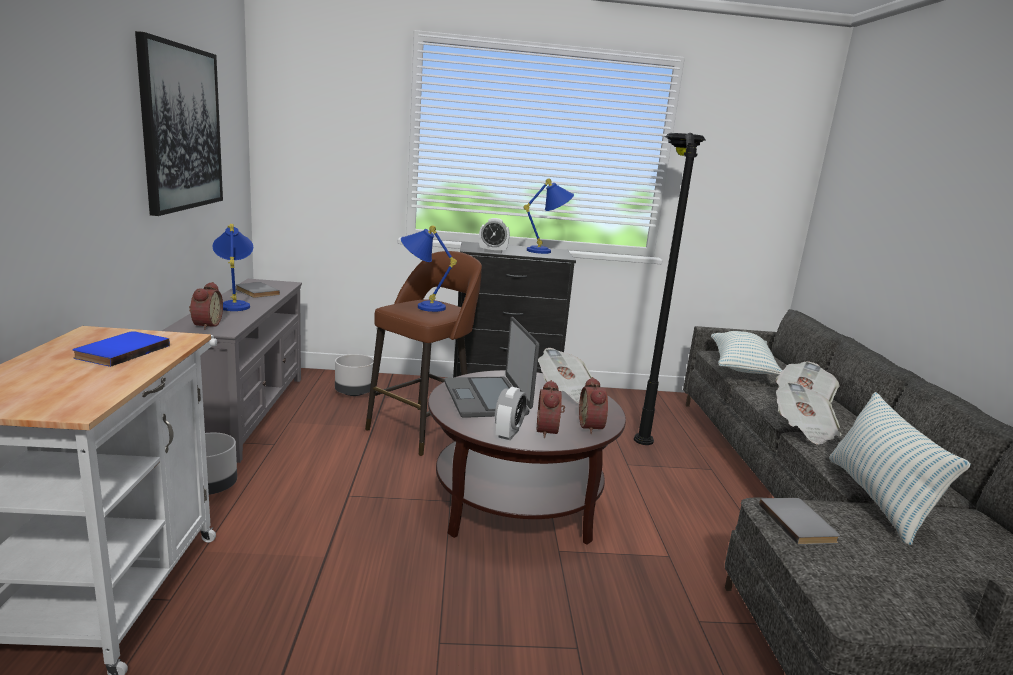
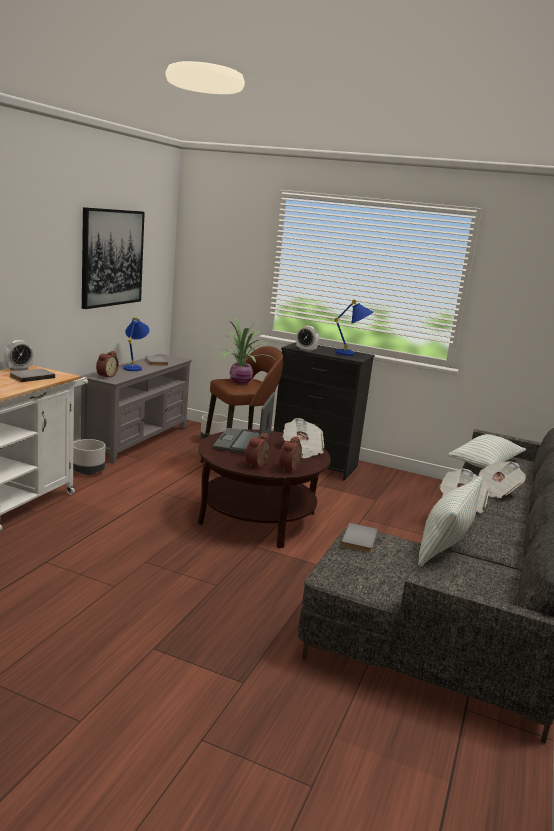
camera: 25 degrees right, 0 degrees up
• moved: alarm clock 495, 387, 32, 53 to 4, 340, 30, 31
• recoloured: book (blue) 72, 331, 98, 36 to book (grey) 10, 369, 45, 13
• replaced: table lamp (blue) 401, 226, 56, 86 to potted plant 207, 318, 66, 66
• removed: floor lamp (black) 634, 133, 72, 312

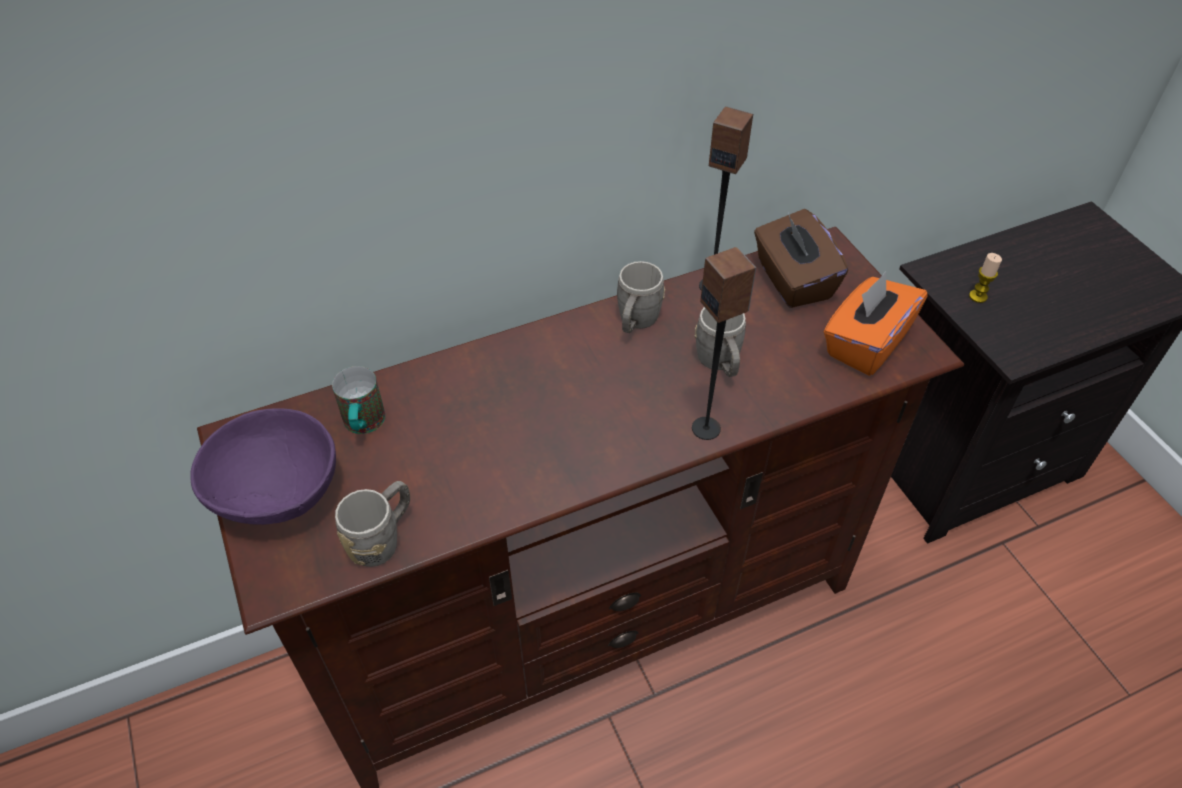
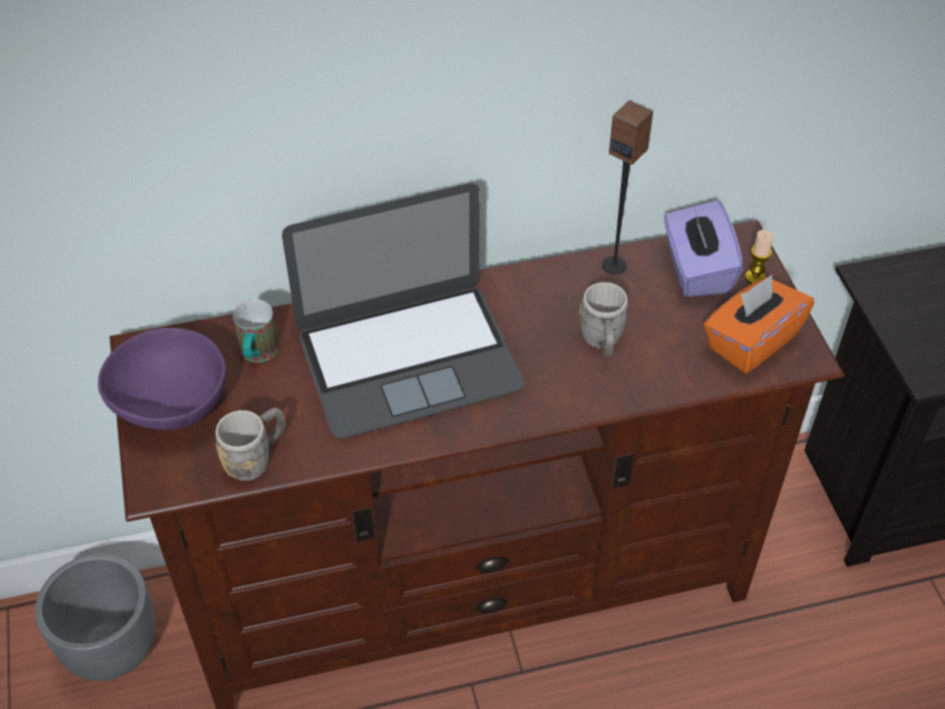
camera: 10 degrees right, 0 degrees up
• added: planter (grey) 35, 554, 121, 127
• added: laptop 282, 183, 243, 256
• recoloured: tissue box (brown) 754, 209, 94, 99 to tissue box (purple) 664, 200, 79, 97
• moved: candle 969, 253, 33, 50 to 745, 230, 29, 54
• removed: mug (grey) 617, 261, 48, 72
• removed: speaker 692, 247, 64, 193

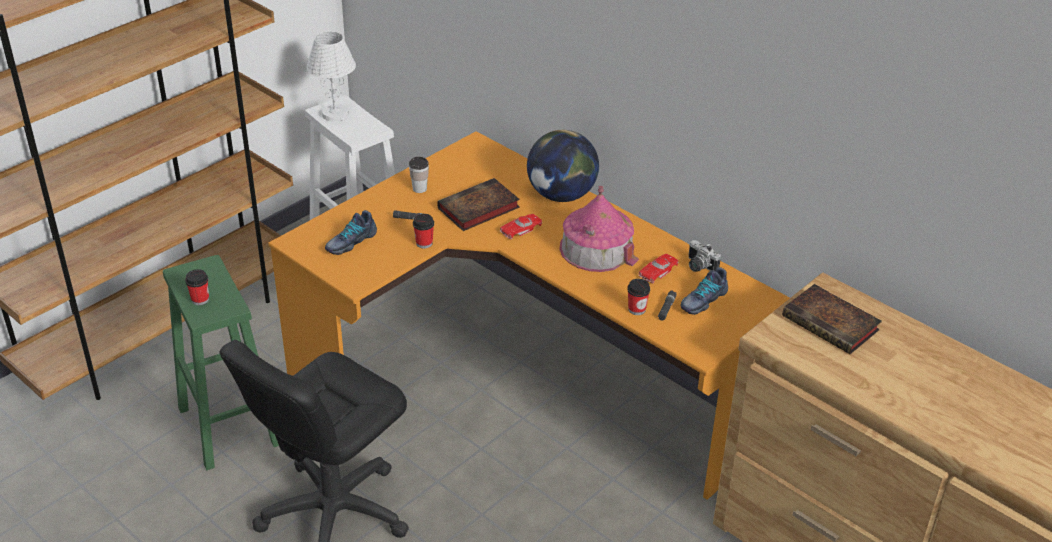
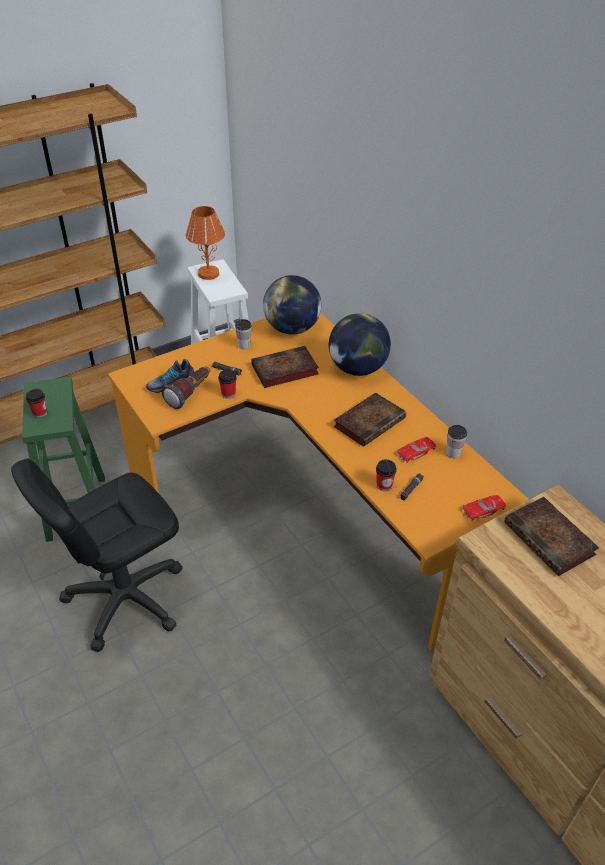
camera: 15 degrees right, 5 degrees up
• added: flashlight 162, 366, 48, 43
• recoloured: table lamp (white) 307, 31, 49, 91 to table lamp (orange) 186, 206, 39, 74
• added: globe 263, 275, 58, 59
• replaced: toy house 559, 186, 80, 86 to book 333, 393, 73, 54
• replaced: photo camera 689, 240, 32, 32 to cup 447, 425, 20, 34
• moved: toy car (red) 500, 214, 42, 25 to 462, 495, 44, 26
• removed: shoe 681, 267, 47, 48

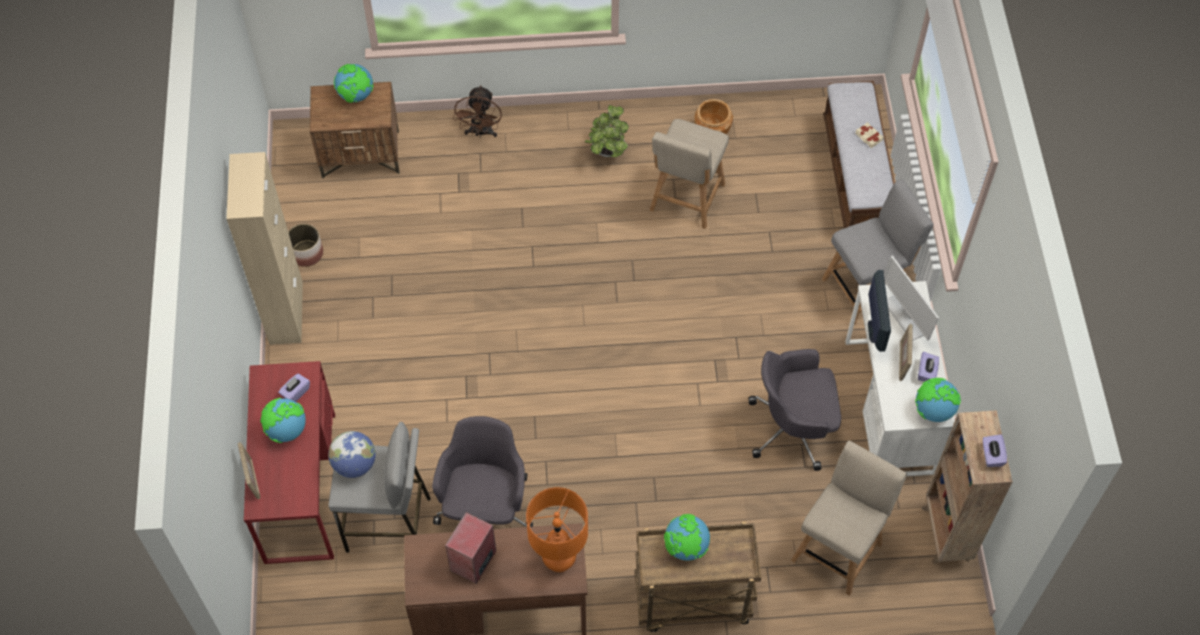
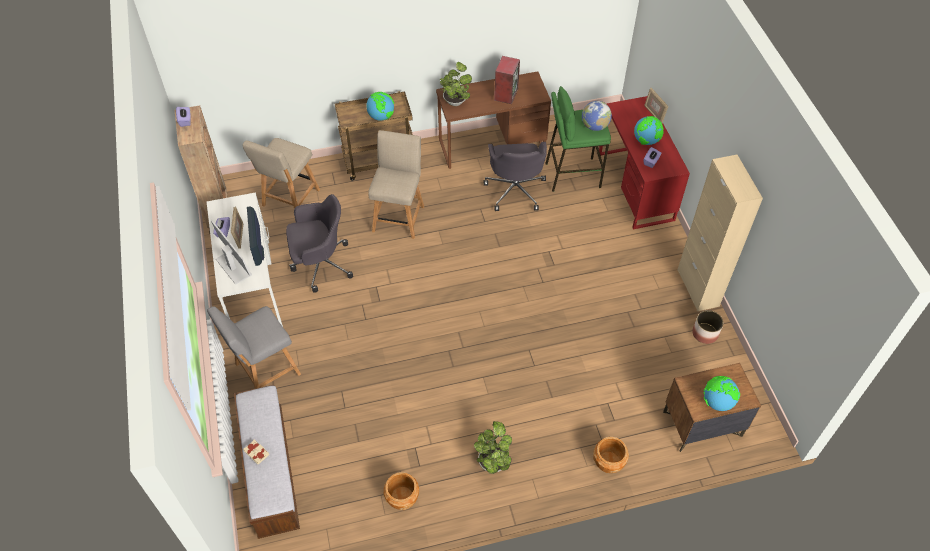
camera: 170 degrees right, 5 degrees down
• moved: chair (beige) 650, 119, 79, 110 to 368, 130, 56, 109
• replaced: table lamp (orange) 526, 487, 62, 85 to potted plant 440, 62, 32, 44
• recoloured: stool (grey) 328, 422, 103, 131 to stool (green) 545, 86, 66, 106
• replaced: fan (brown) 453, 85, 49, 53 to planter (brown) 593, 437, 36, 36
• removed: globe 915, 378, 46, 44

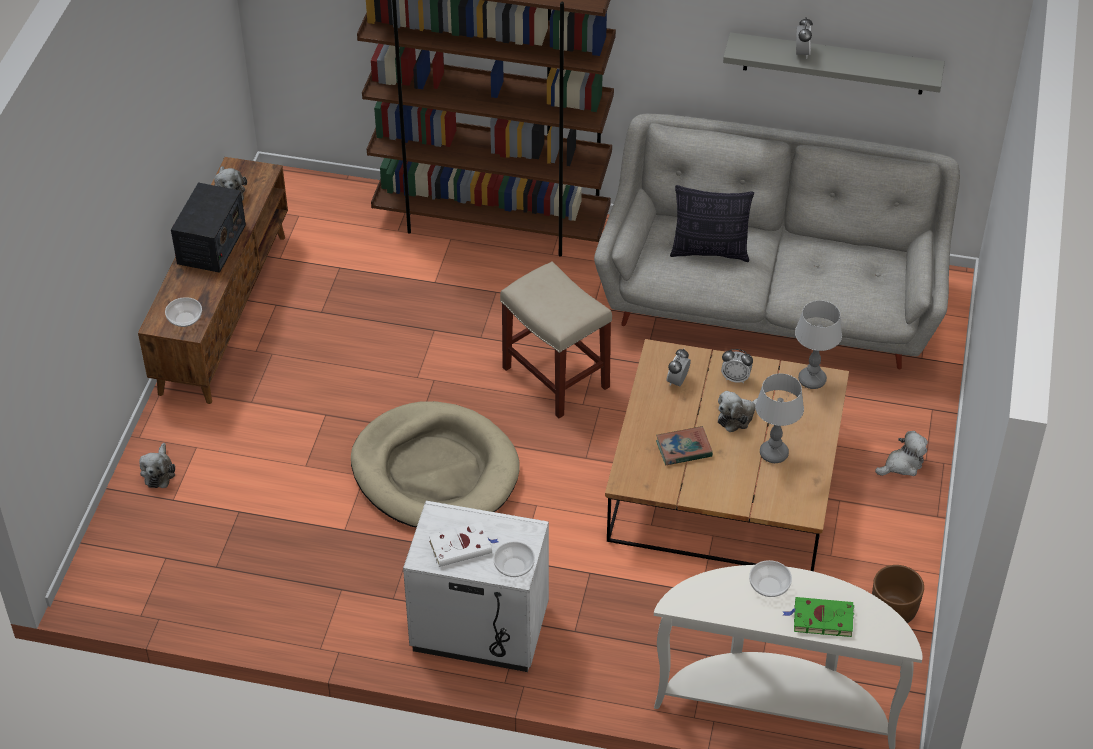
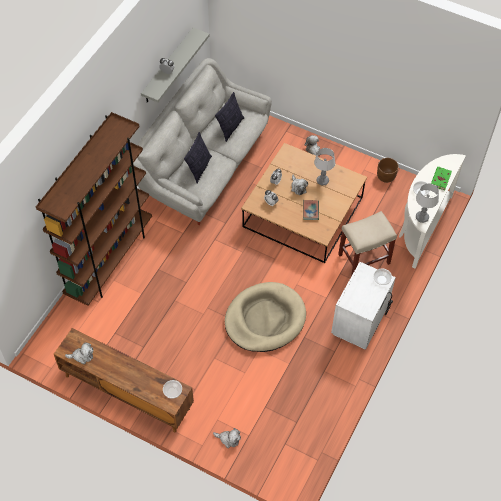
camera: 75 degrees left, 10 degrees up
• added: pillow 215, 92, 29, 50
• moved: stool (beige) 500, 261, 112, 157 to 338, 211, 59, 65
• moved: table lamp 795, 300, 47, 89 to 416, 183, 23, 40
• removed: radio 171, 183, 75, 90
• removed: book (white) 429, 522, 69, 45

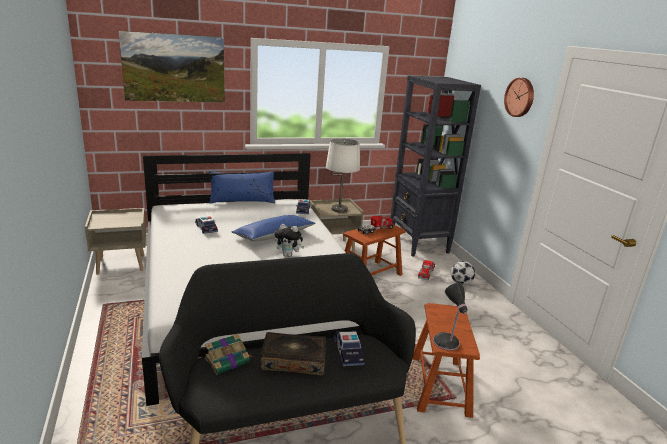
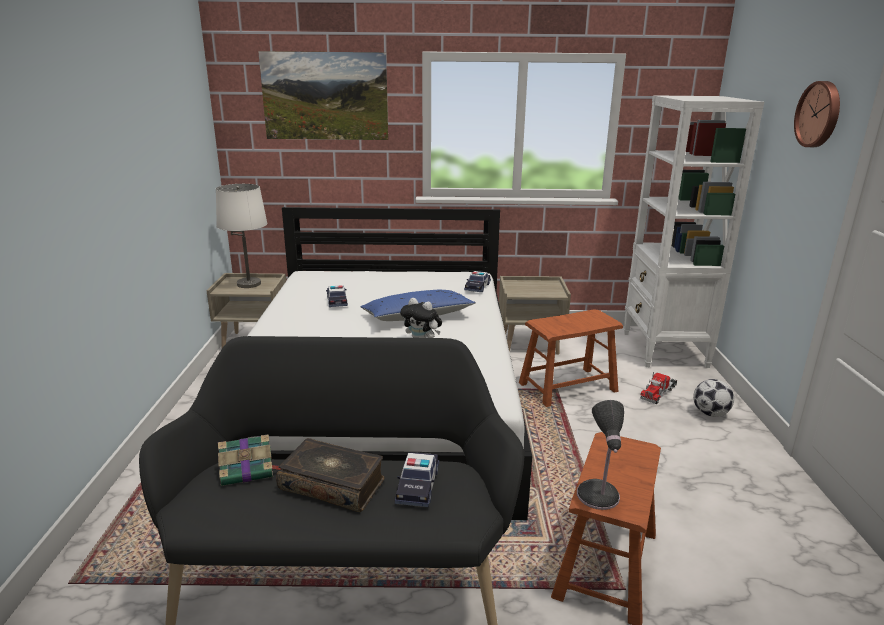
camera: 20 degrees right, 0 degrees up
• moved: table lamp (white) 326, 138, 34, 75 to 216, 184, 52, 104
• recoloured: bookcase (black) 390, 76, 91, 181 to bookcase (white) 623, 95, 141, 273
• removed: pillow (blue) 209, 171, 66, 32
• removed: toy truck 358, 212, 36, 23

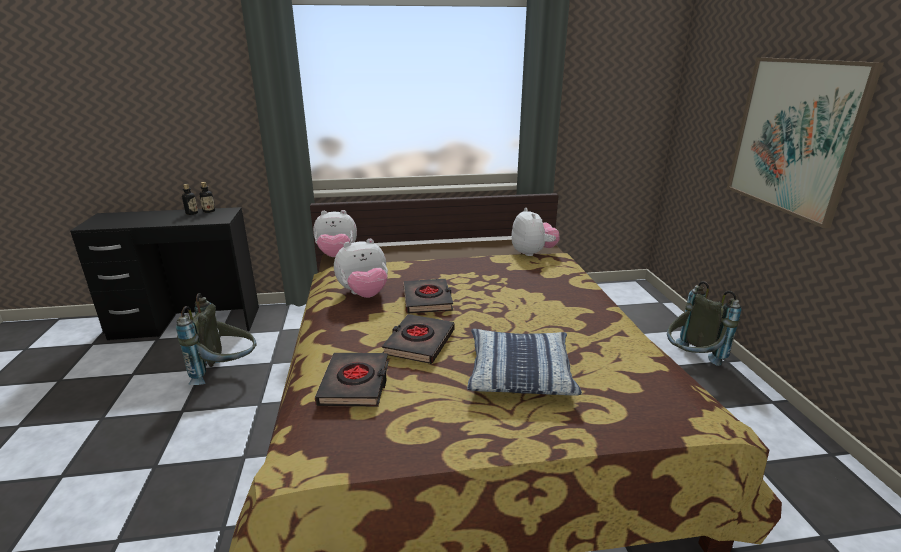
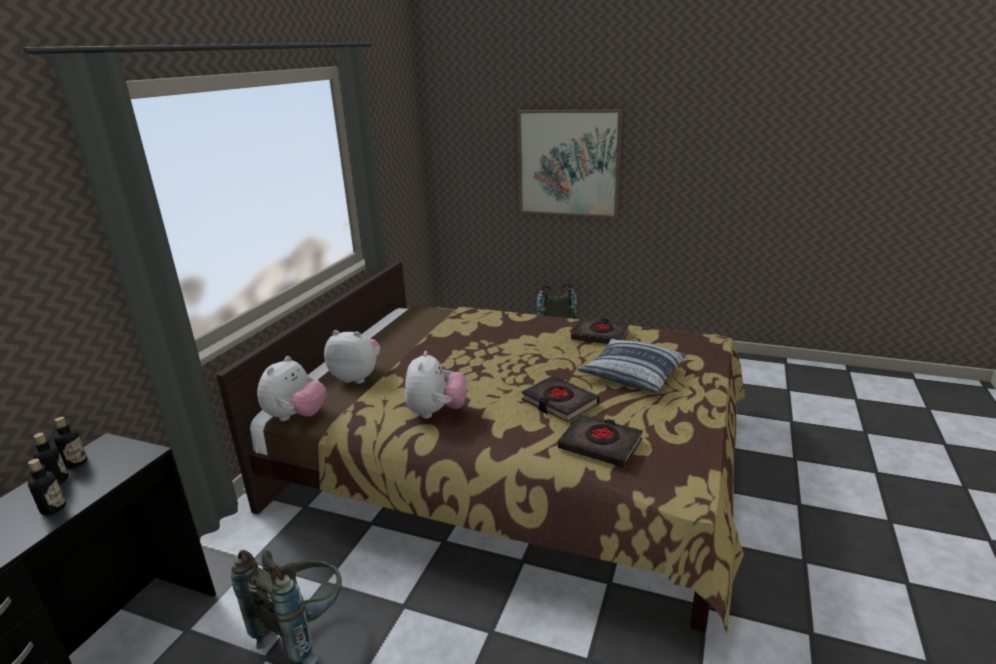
camera: 60 degrees left, 0 degrees up
• added: bottle 28, 459, 38, 56
• moved: plush toy 512, 208, 47, 48 to 324, 330, 56, 54
• moved: book (black) 403, 279, 50, 35 to 571, 318, 58, 26

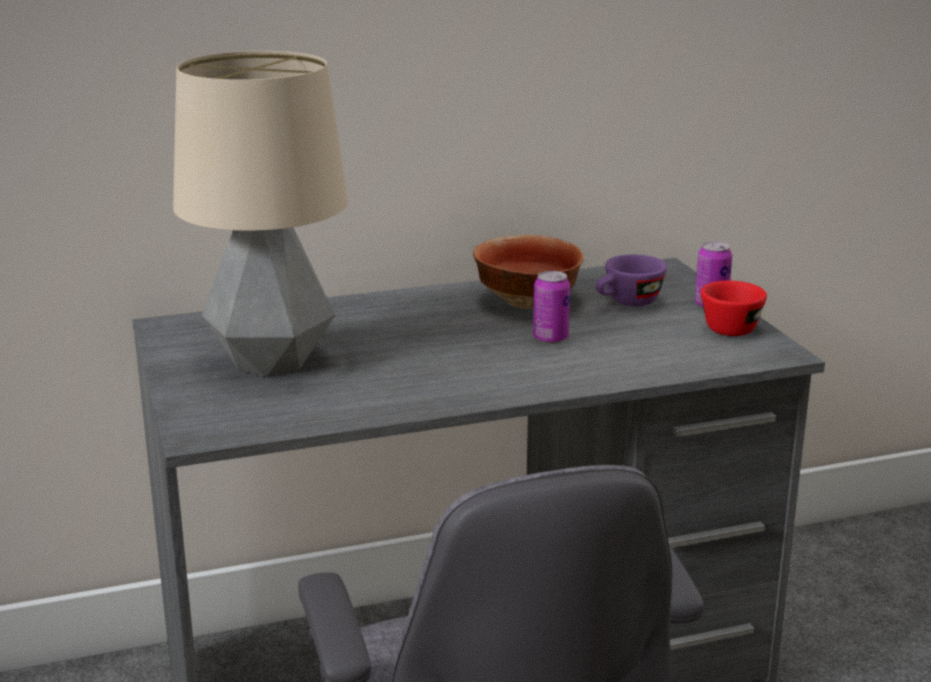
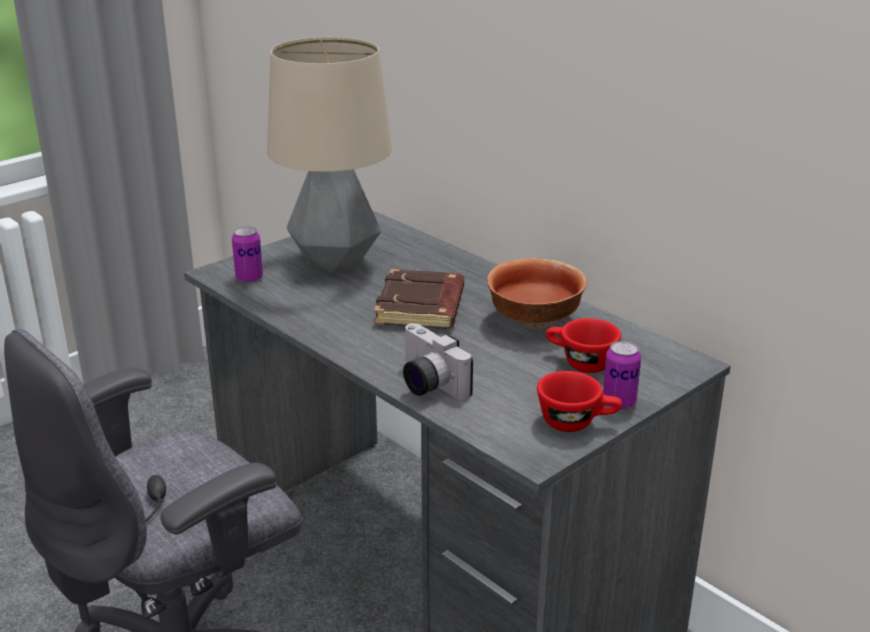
camera: 65 degrees right, 5 degrees up
• moved: can 533, 271, 37, 73 to 232, 226, 31, 57
• added: book (brown) 374, 269, 90, 60
• added: photo camera 403, 323, 70, 77
• recoloured: cup (purple) 596, 254, 71, 52 to cup (red) 545, 318, 76, 55

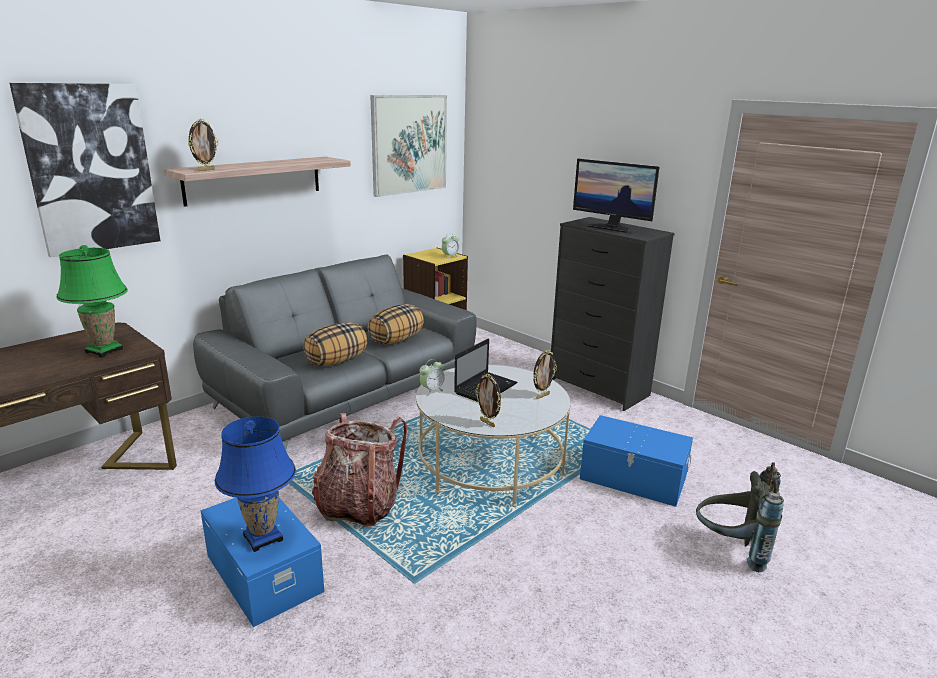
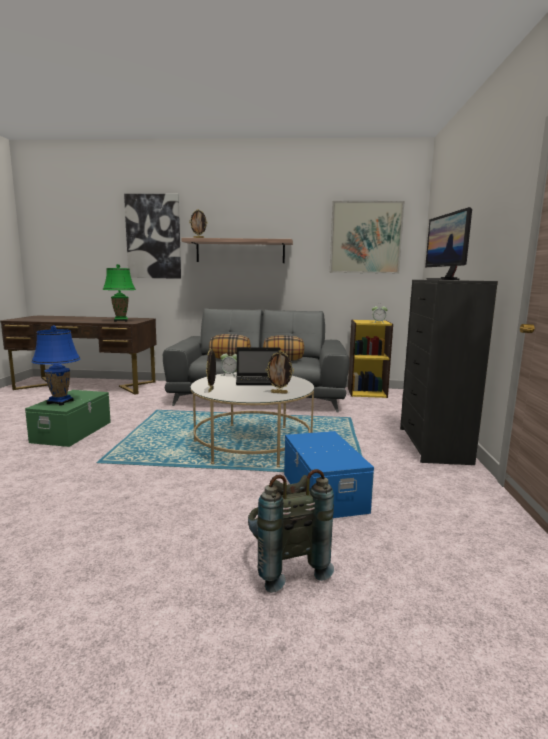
camera: 50 degrees right, 10 degrees down
• recoloured: storage box (blue) 200, 498, 124, 129 to storage box (green) 25, 390, 86, 57
• removed: backpack 312, 413, 95, 114

